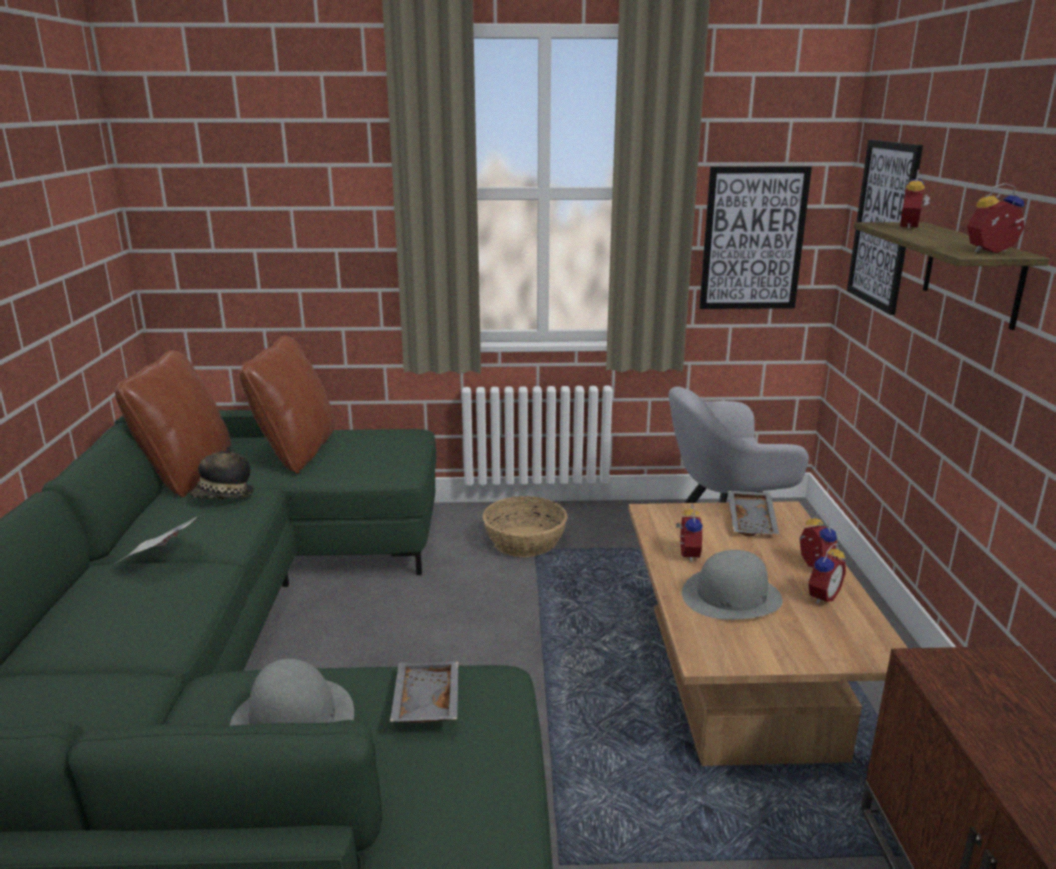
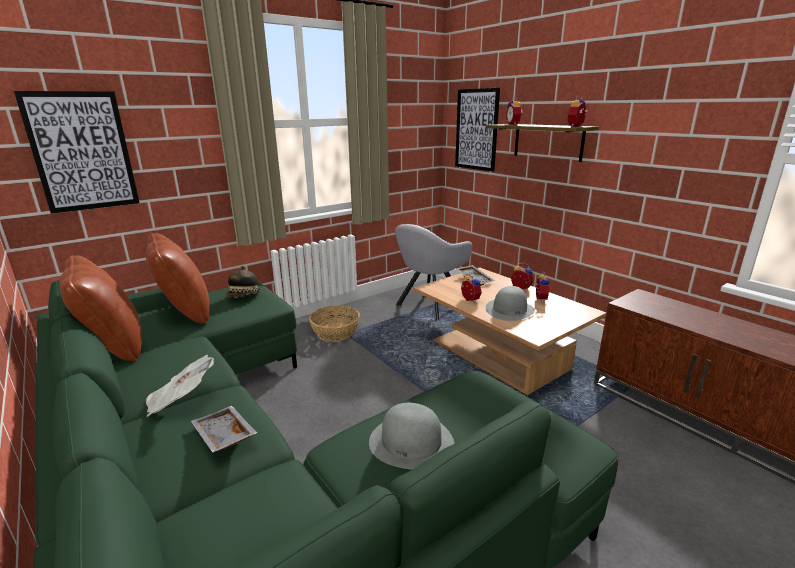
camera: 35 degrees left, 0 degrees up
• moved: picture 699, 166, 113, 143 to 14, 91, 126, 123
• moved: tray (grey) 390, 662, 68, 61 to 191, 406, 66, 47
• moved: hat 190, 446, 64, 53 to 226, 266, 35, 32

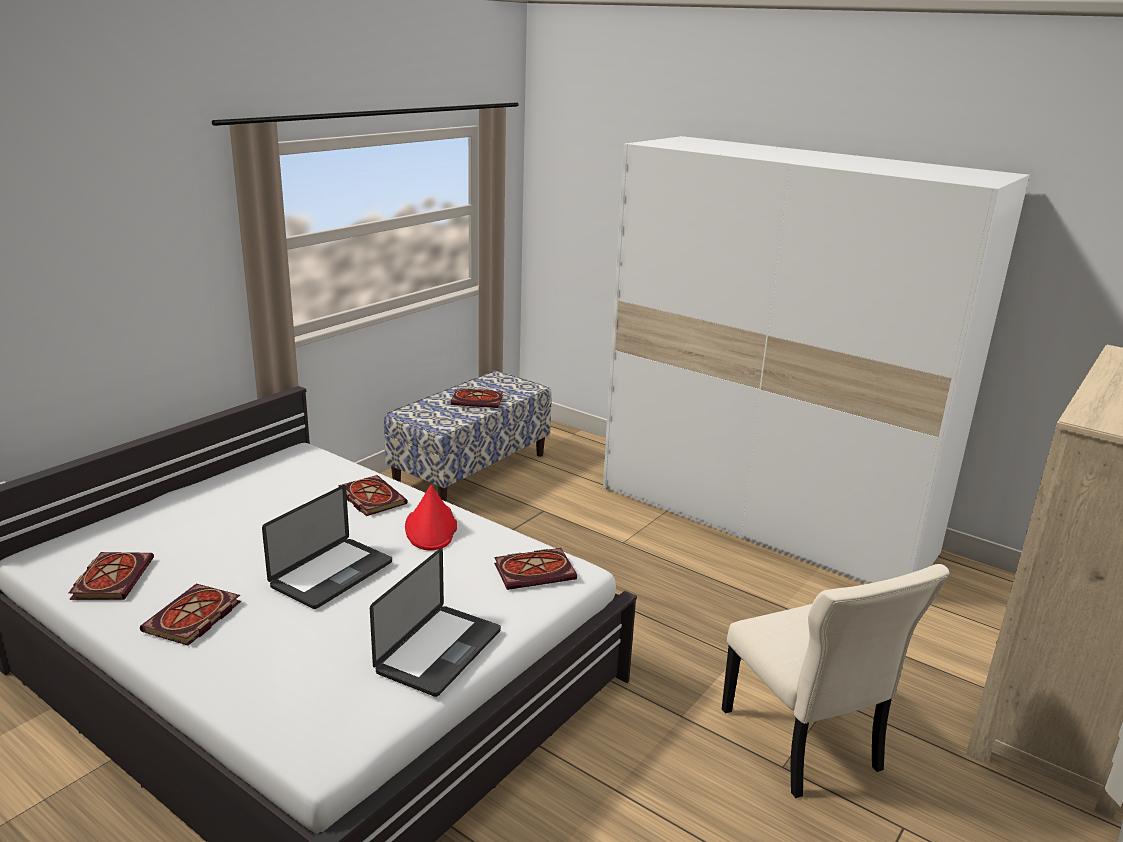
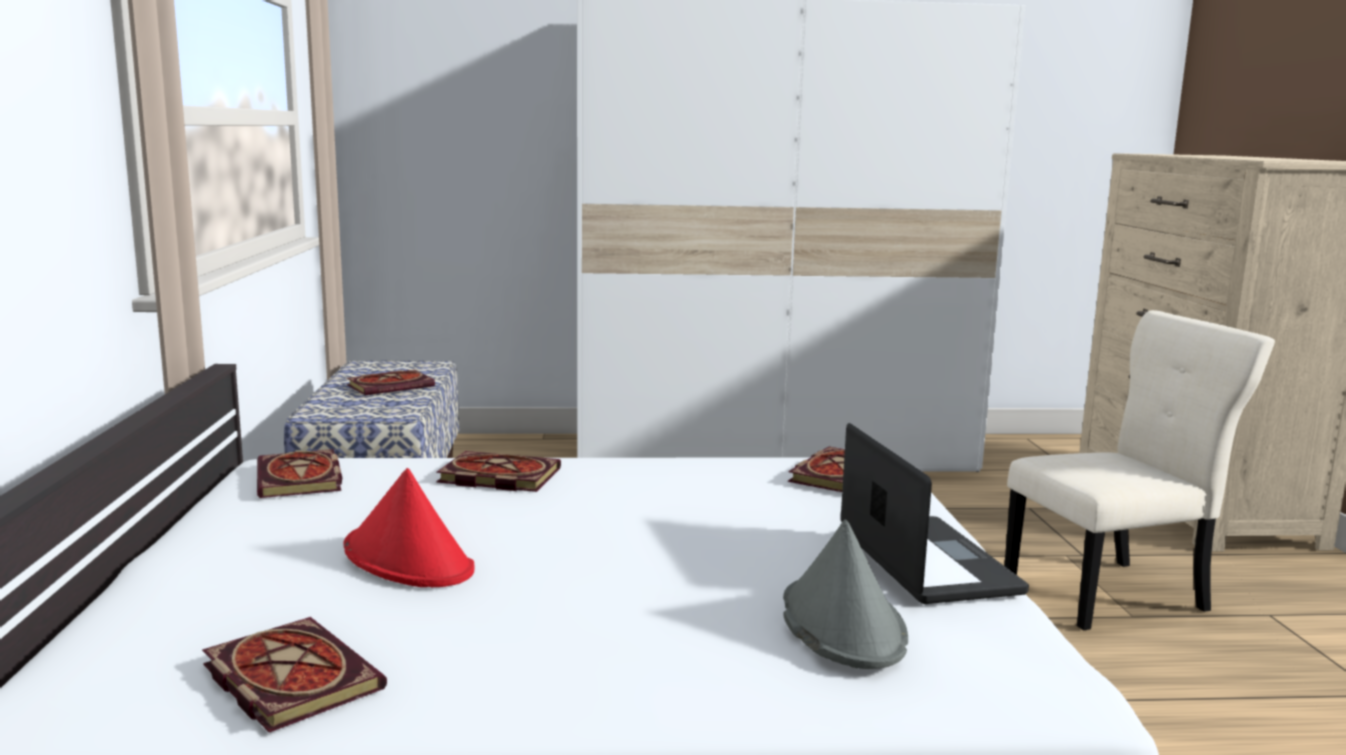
camera: 40 degrees left, 10 degrees down
• moved: book 140, 584, 101, 62 to 257, 449, 85, 49
• moved: hat (red) 405, 485, 52, 66 to 343, 468, 132, 119
• added: hat (grey) 783, 519, 125, 150
• turned: chair (beige) 722, 564, 228, 234 = 1004, 310, 271, 320 45 degrees counterclockwise
• removed: laptop 262, 485, 130, 124

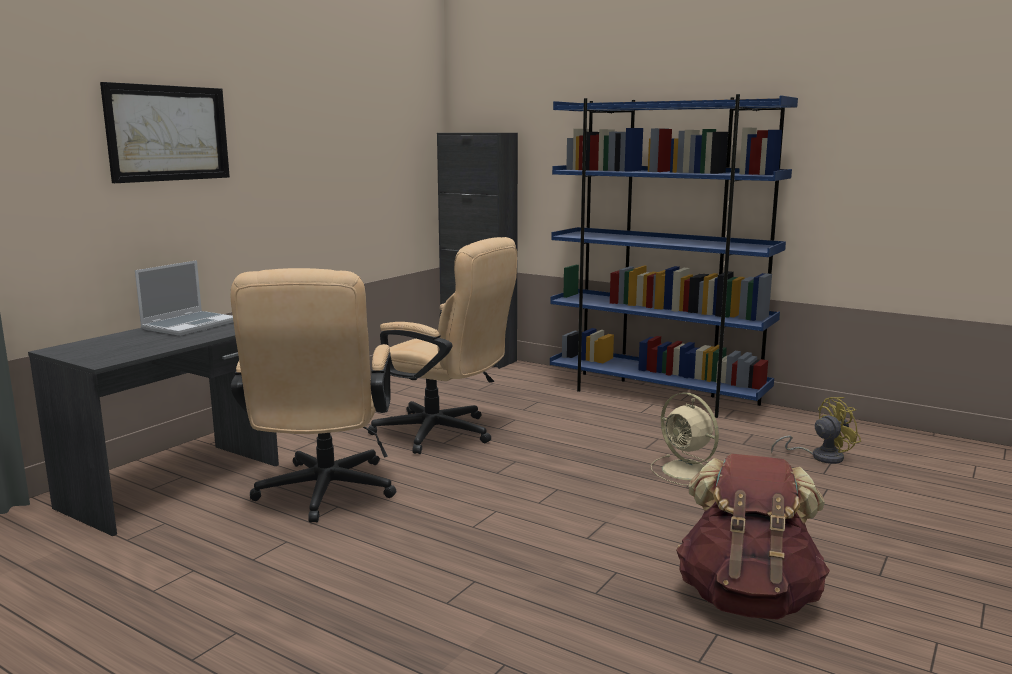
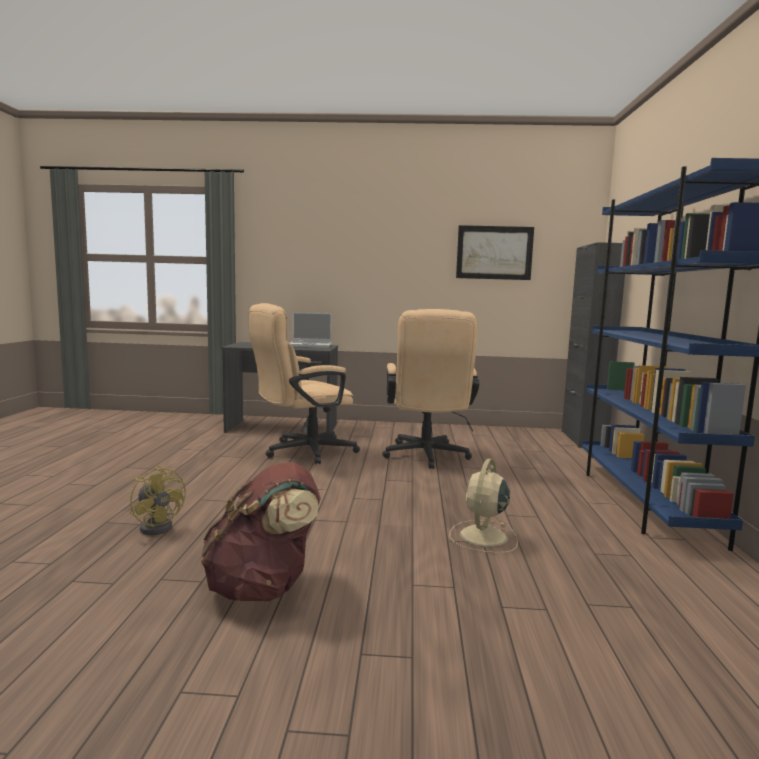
camera: 60 degrees right, 5 degrees down
• moved: fan (yellow) 771, 397, 90, 67 to 130, 466, 56, 69
• moved: picture 100, 82, 130, 101 to 456, 225, 78, 55

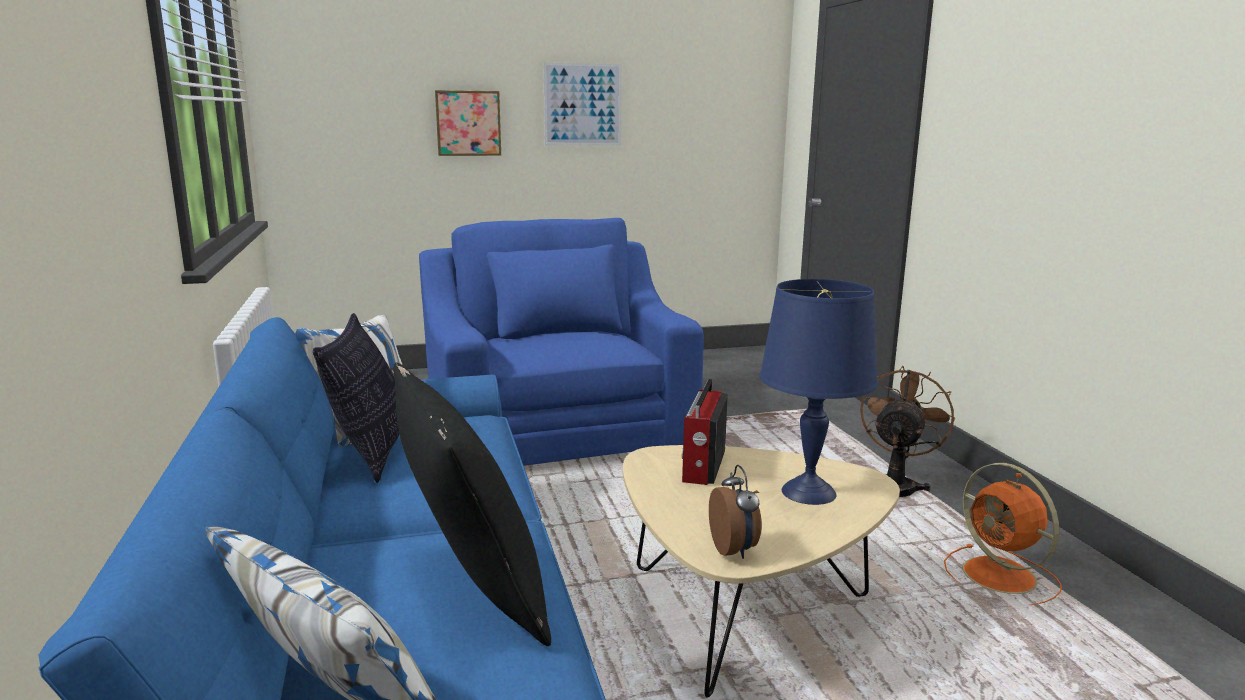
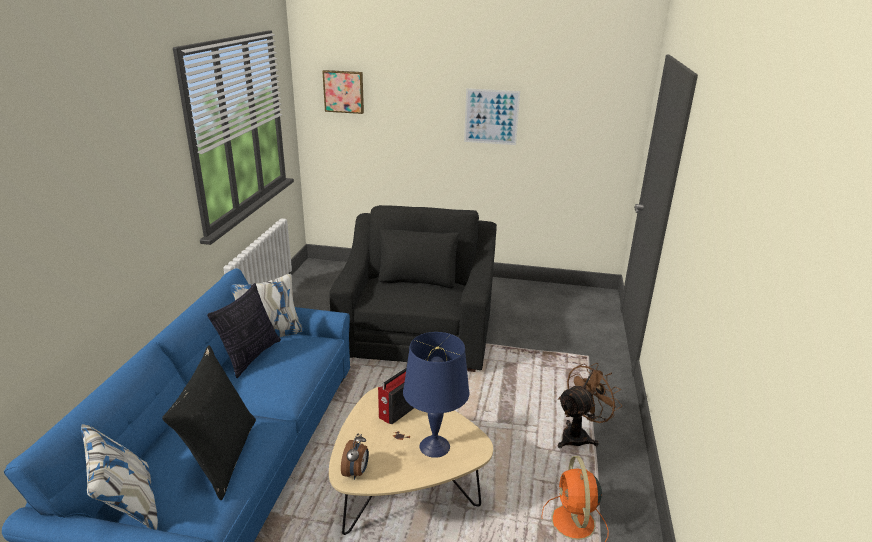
camera: 25 degrees right, 10 degrees up
• moved: picture 435, 90, 66, 66 to 322, 70, 42, 44
• recoloured: armchair (blue) 419, 218, 285, 248 to armchair (black) 329, 205, 168, 167

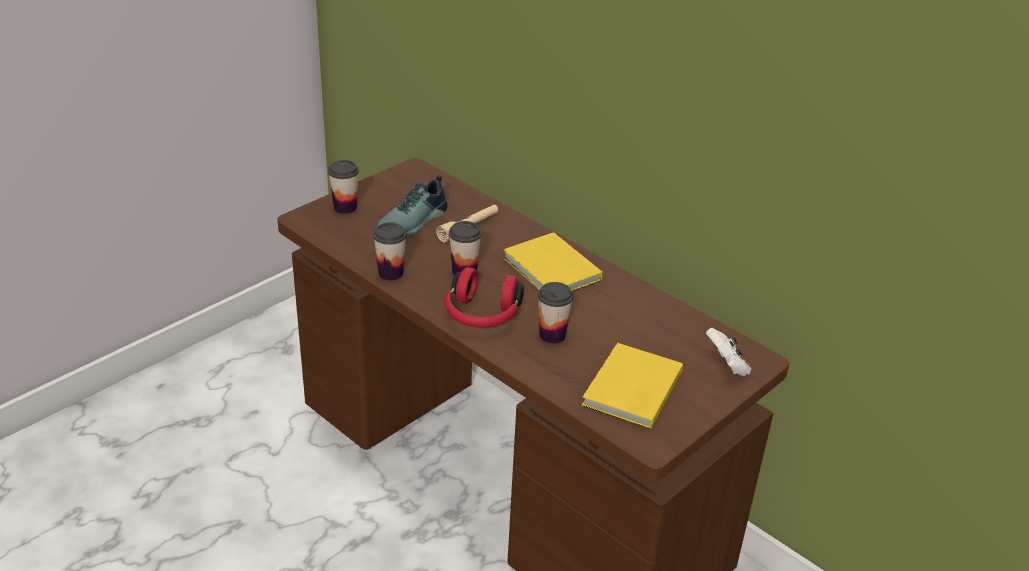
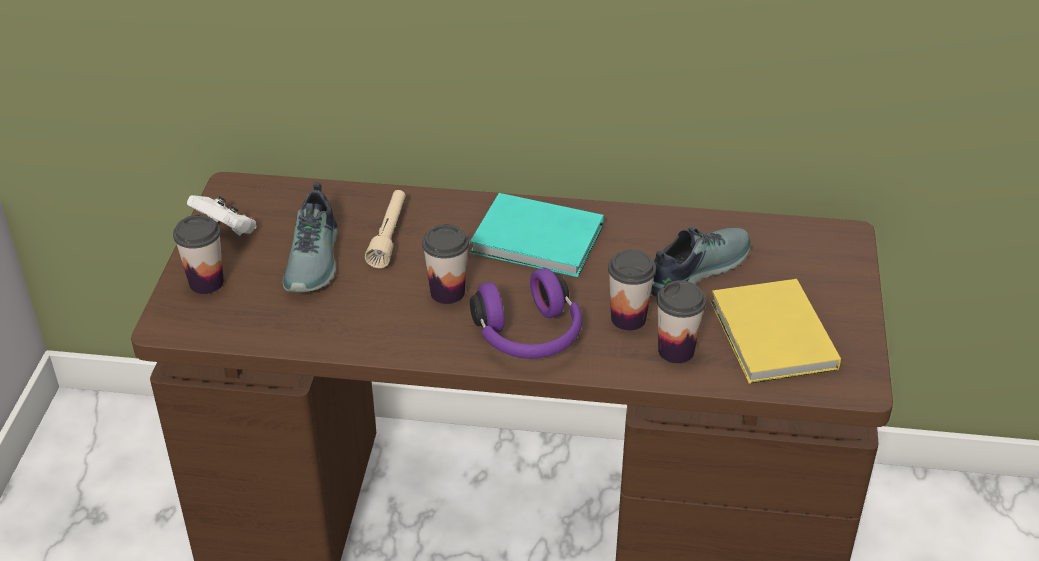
camera: 35 degrees left, 5 degrees up
• moved: game controller (white) 706, 328, 45, 48 to 187, 195, 69, 41
• recoloured: book (yellow) 503, 232, 99, 59 to book (turquoise) 470, 193, 134, 84
• recoloured: headphones (red) 444, 267, 80, 61 to headphones (purple) 470, 268, 112, 91
• added: shoe 651, 226, 100, 71
• moved: cup 373, 222, 34, 59 to 656, 280, 50, 84

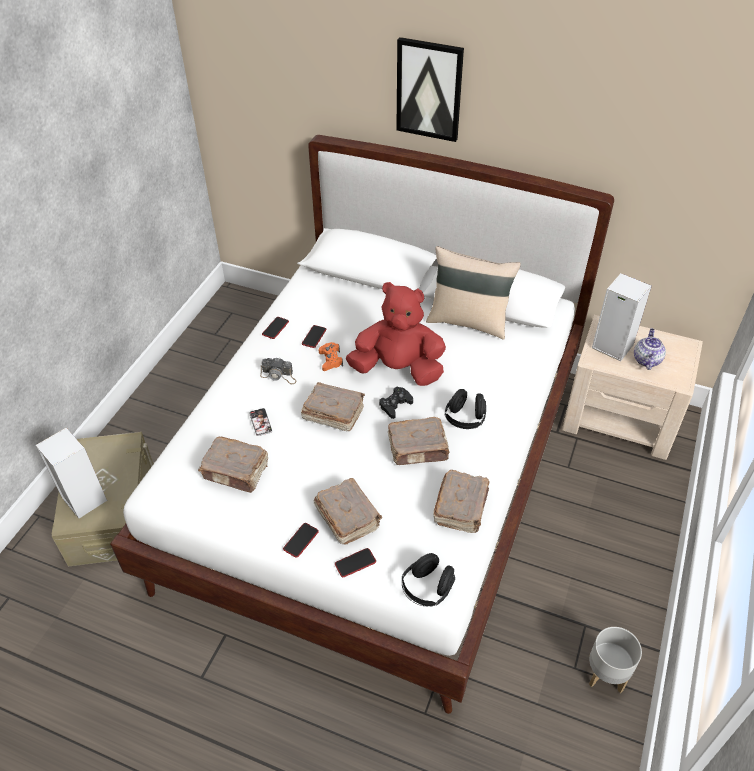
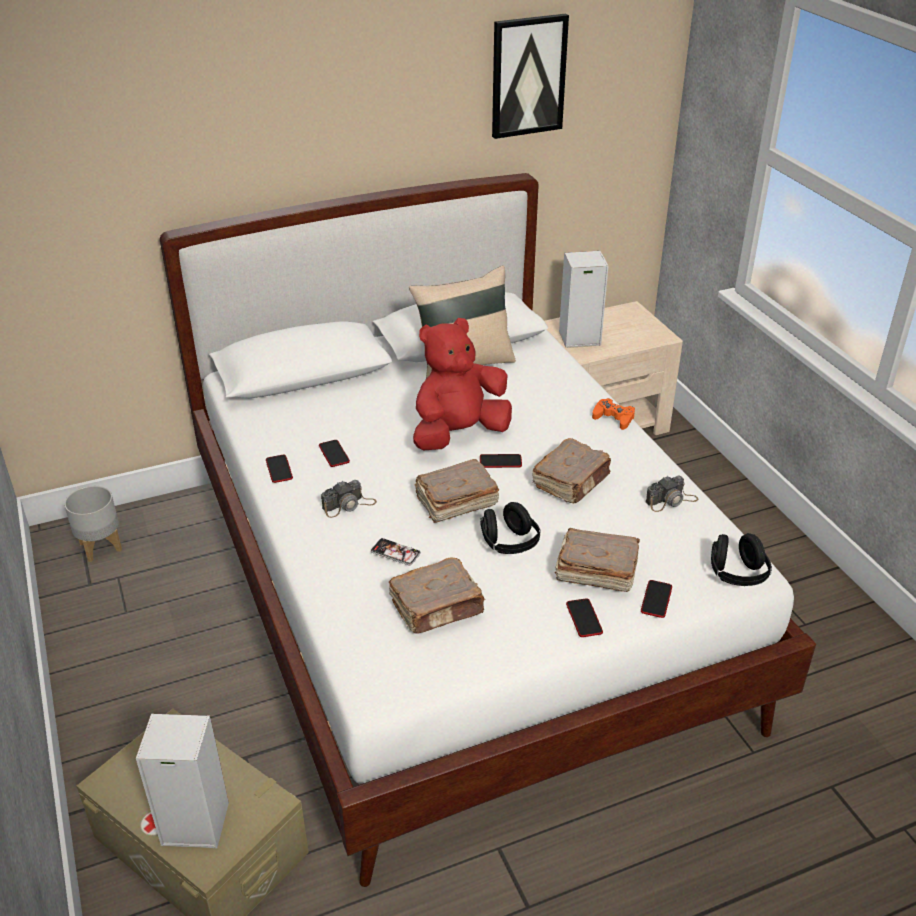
camera: 45 degrees left, 10 degrees down
• moved: planter (grey) 589, 627, 53, 66 to 64, 486, 58, 76
• replaced: game controller (black) 379, 387, 34, 32 to phone 480, 454, 42, 14
• moved: headphones (black) 445, 389, 41, 40 to 480, 502, 61, 52
• moved: picture 396, 37, 68, 105 to 492, 14, 77, 125
• moved: game controller (orange) 319, 342, 24, 29 to 592, 398, 43, 32
• replaced: book (brown) 433, 470, 56, 63 to photo camera 646, 475, 52, 37
• removed: teapot 634, 328, 32, 42

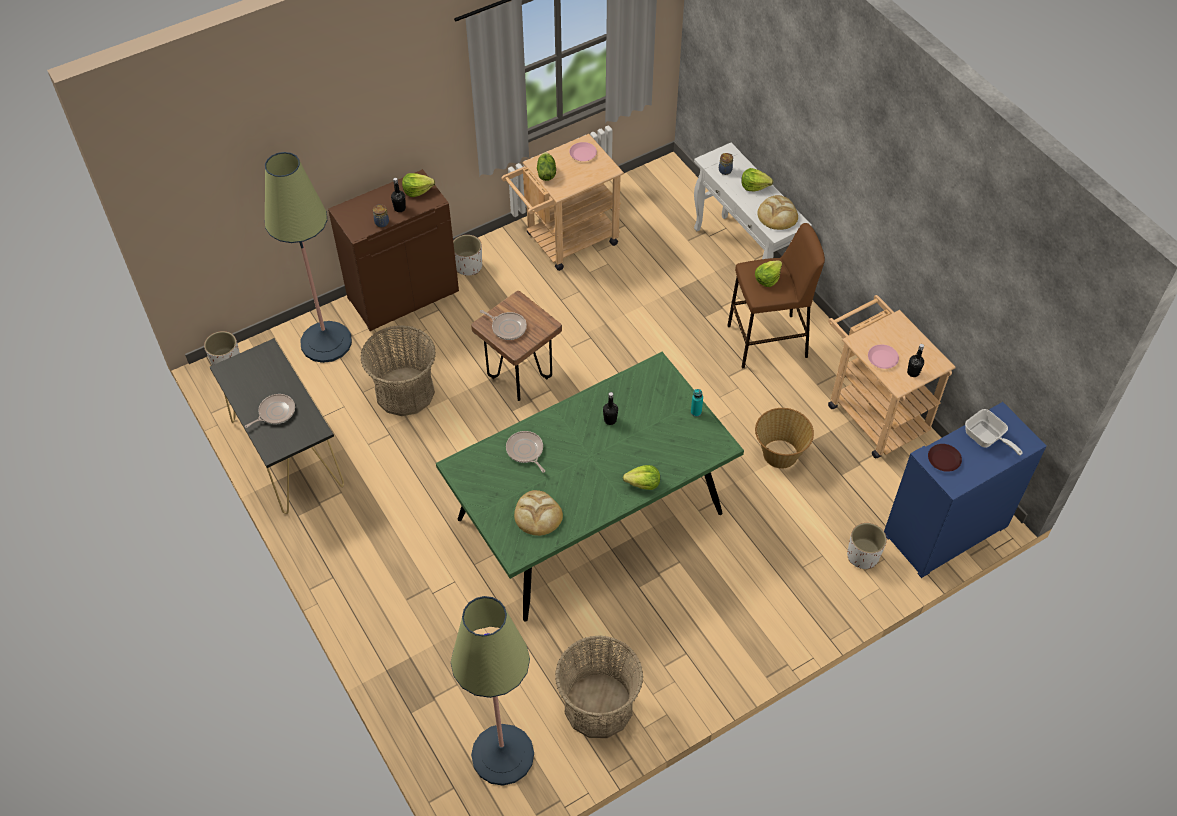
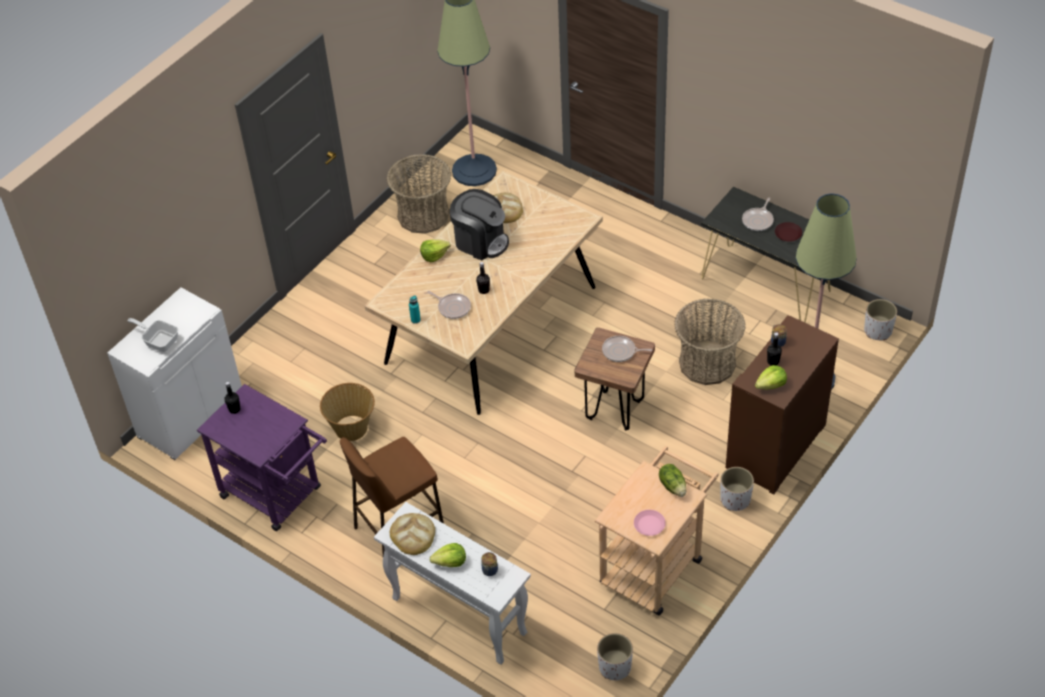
camera: 160 degrees right, 5 degrees down
• recoloured: cabinet (blue) 884, 402, 162, 176 to cabinet (white) 107, 287, 135, 173
• recoloured: cart (beige) 828, 295, 128, 163 to cart (purple) 197, 384, 130, 147
• recoloured: dining table (green) 436, 352, 308, 270 to dining table (beige) 365, 170, 238, 245
• moved: frying pan 506, 431, 39, 42 to 427, 291, 44, 28
• added: coffee machine 450, 189, 59, 71
• moved: planter (white) 847, 523, 40, 46 to 597, 633, 36, 47
• moved: plate (brown) 928, 444, 34, 28 to 775, 222, 27, 20
• removed: lettuce 755, 260, 27, 27
• removed: plate (pink) 868, 344, 31, 25

